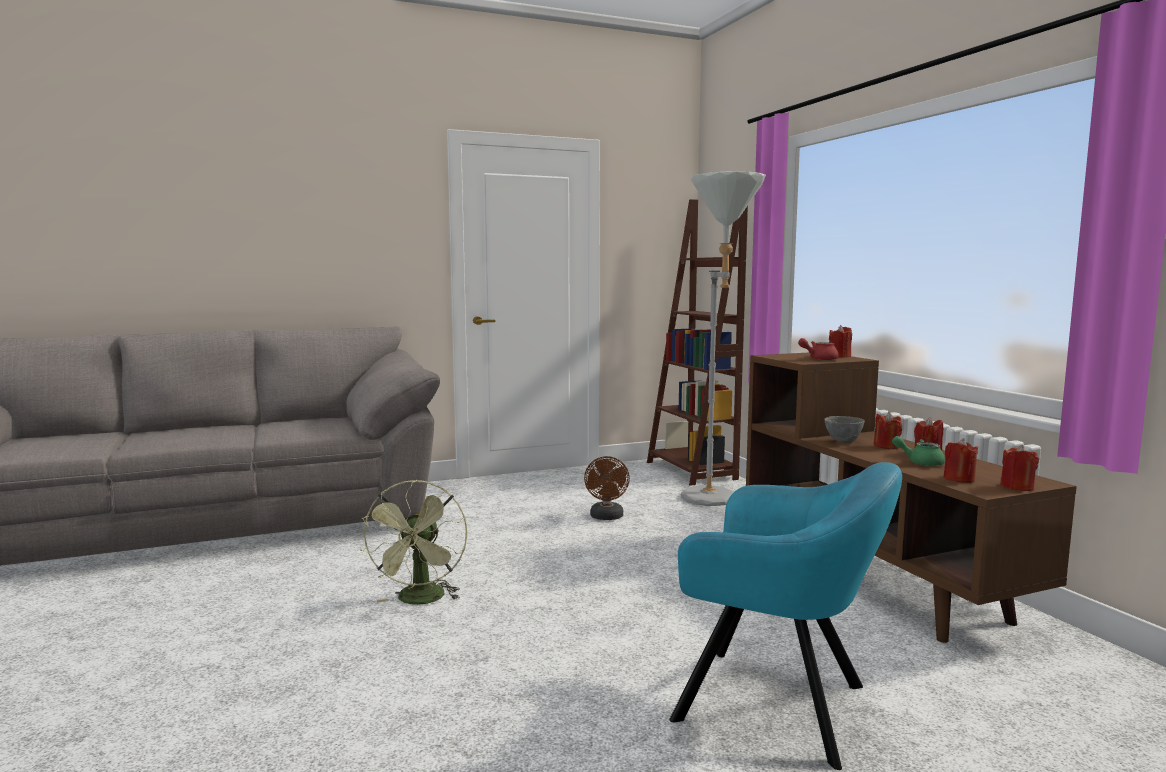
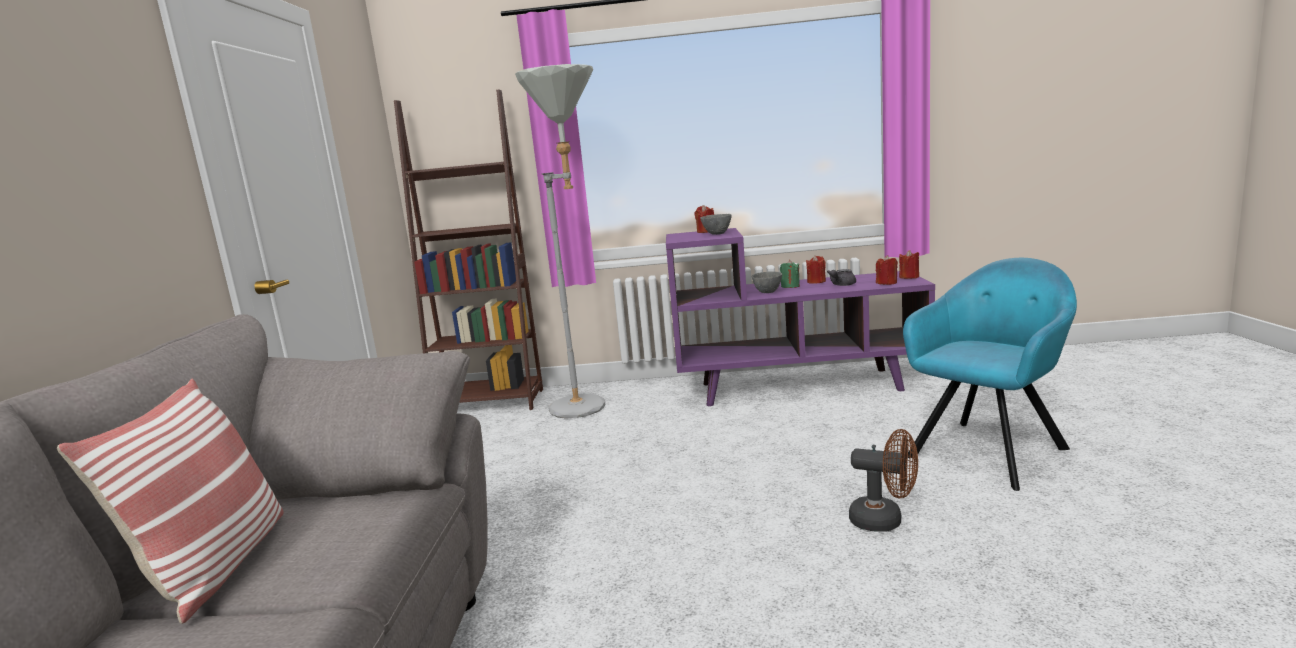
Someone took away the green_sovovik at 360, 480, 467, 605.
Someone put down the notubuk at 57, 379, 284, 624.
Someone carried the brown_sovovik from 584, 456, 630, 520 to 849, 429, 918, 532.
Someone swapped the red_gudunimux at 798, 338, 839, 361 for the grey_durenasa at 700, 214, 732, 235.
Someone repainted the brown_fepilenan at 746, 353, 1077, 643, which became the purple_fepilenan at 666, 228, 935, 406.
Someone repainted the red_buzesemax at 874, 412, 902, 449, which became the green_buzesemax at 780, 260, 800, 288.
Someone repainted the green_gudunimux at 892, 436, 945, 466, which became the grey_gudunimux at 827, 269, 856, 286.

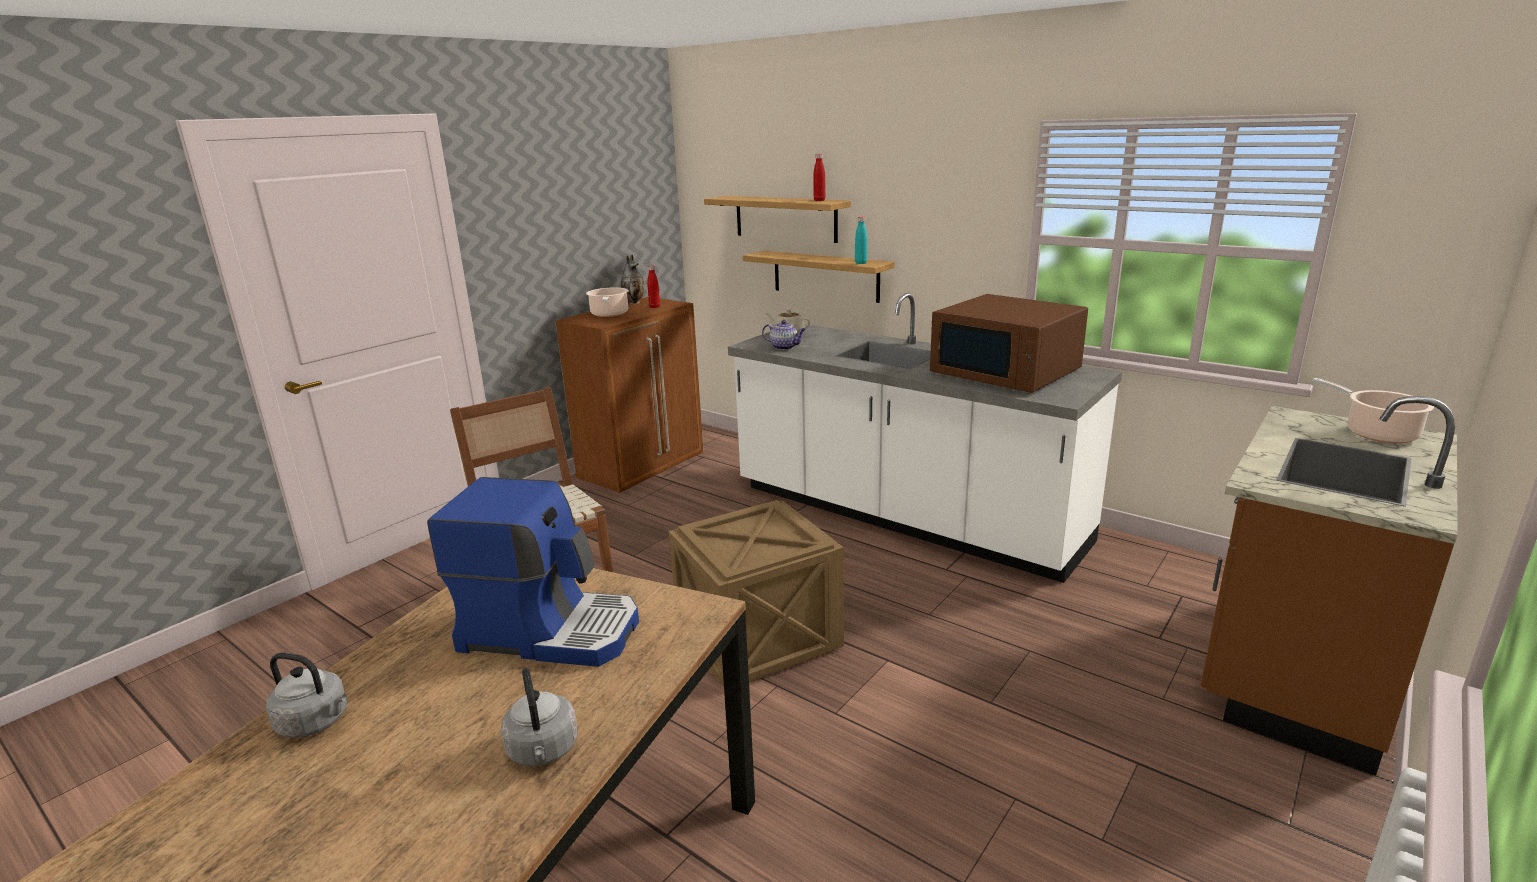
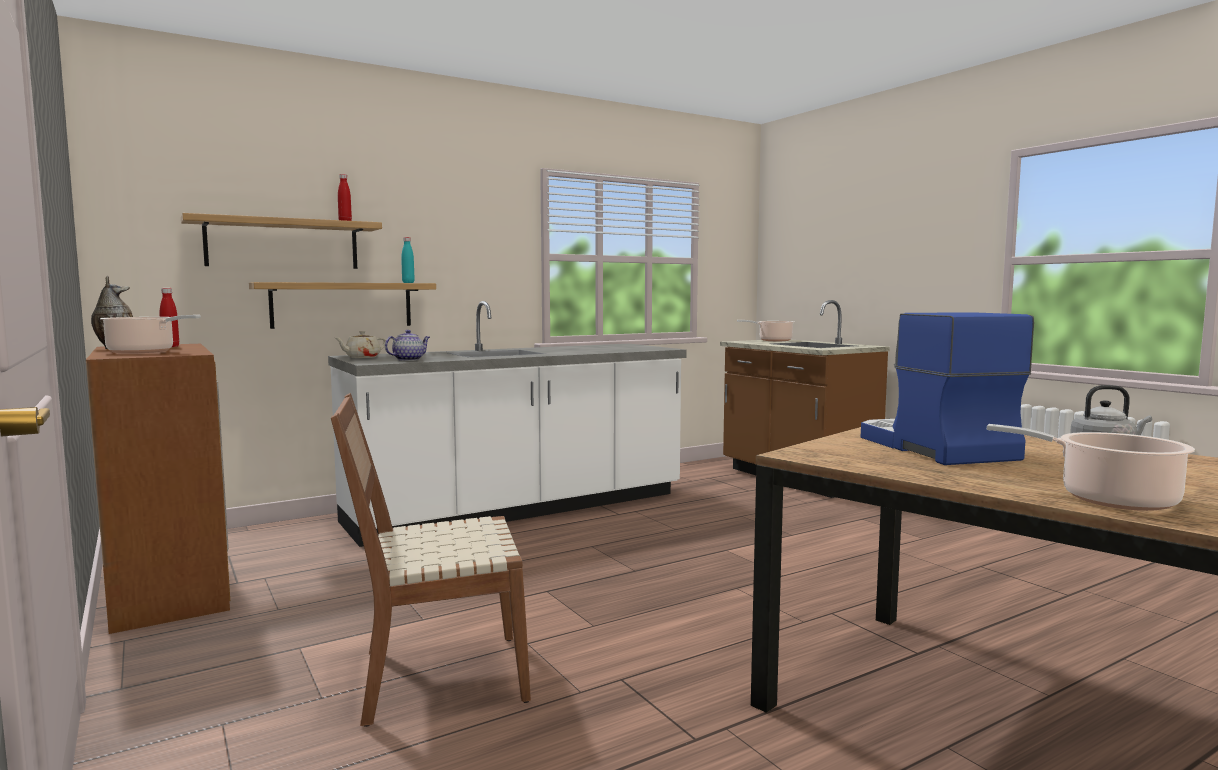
Someone took away the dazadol at 669, 500, 844, 687.
Someone took away the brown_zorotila at 930, 294, 1088, 393.
Someone swapped the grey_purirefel at 266, 653, 347, 738 for the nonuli at 987, 424, 1195, 511.
Someone rotated the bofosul at 427, 477, 639, 667 by 45 degrees counterclockwise.

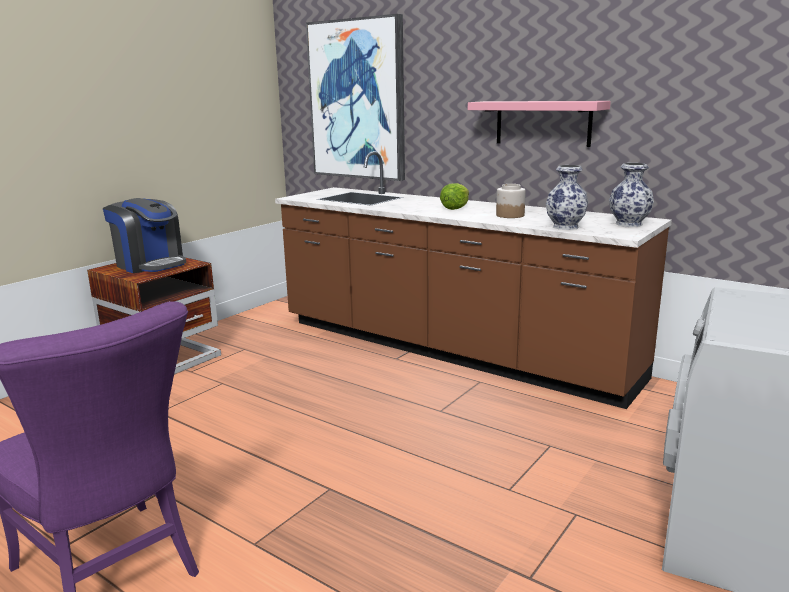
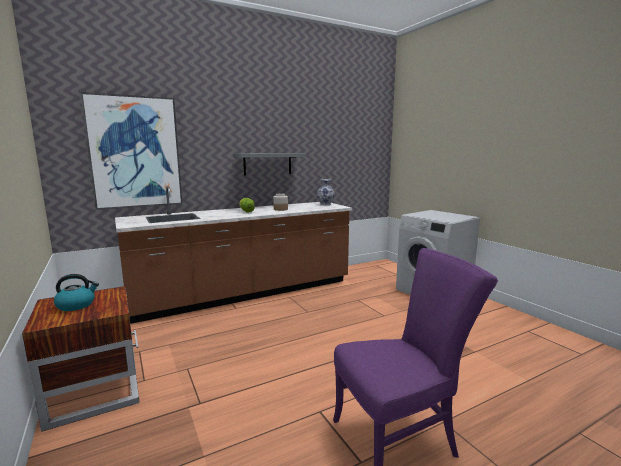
Someone took away the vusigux at 546, 165, 588, 230.
Someone swapped the bofosul at 103, 198, 186, 273 for the purirefel at 54, 274, 99, 311.
Someone repainted the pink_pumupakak at 468, 101, 611, 147, which became the grey_pumupakak at 235, 153, 306, 176.

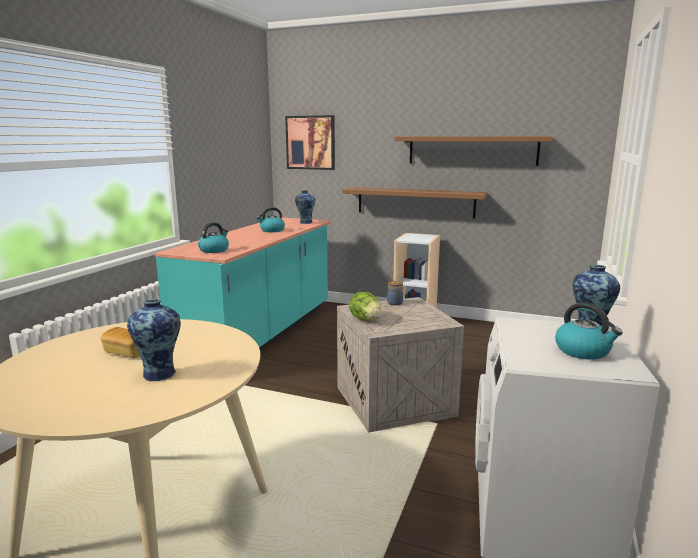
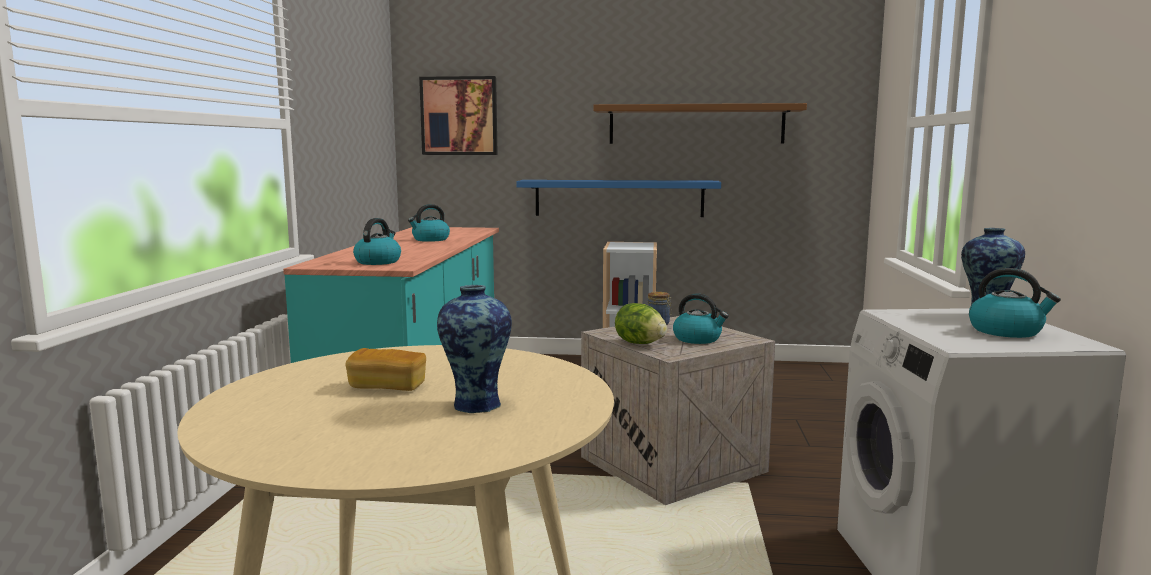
Someone took away the vusigux at 295, 190, 315, 224.
Someone put down the purirefel at 673, 293, 729, 344.
Someone repainted the brown_pumupakak at 342, 187, 487, 219, which became the blue_pumupakak at 517, 180, 721, 217.

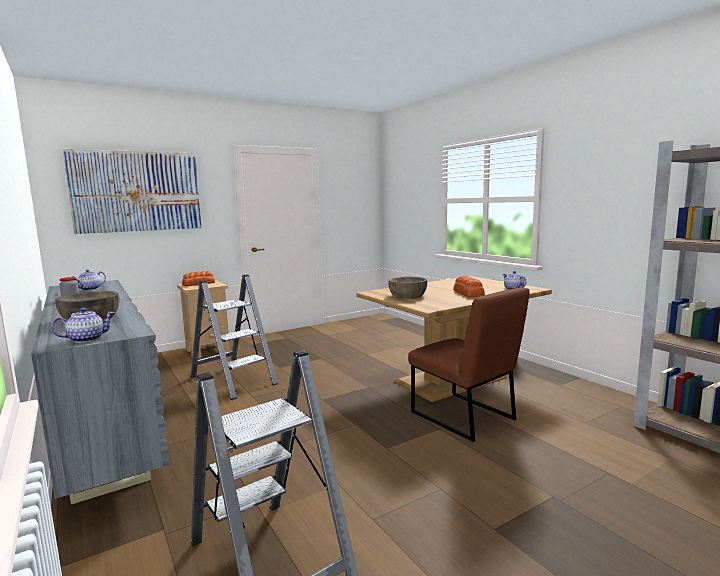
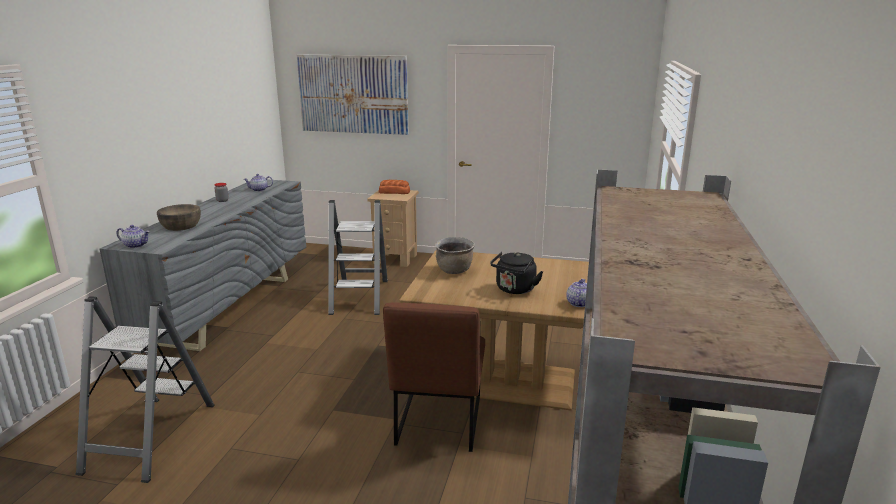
Someone swapped the brown_durenasa at 388, 277, 427, 299 for the brown_nonuli at 435, 237, 475, 274.
Someone swapped the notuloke at 453, 276, 485, 297 for the black_purirefel at 490, 252, 543, 294.

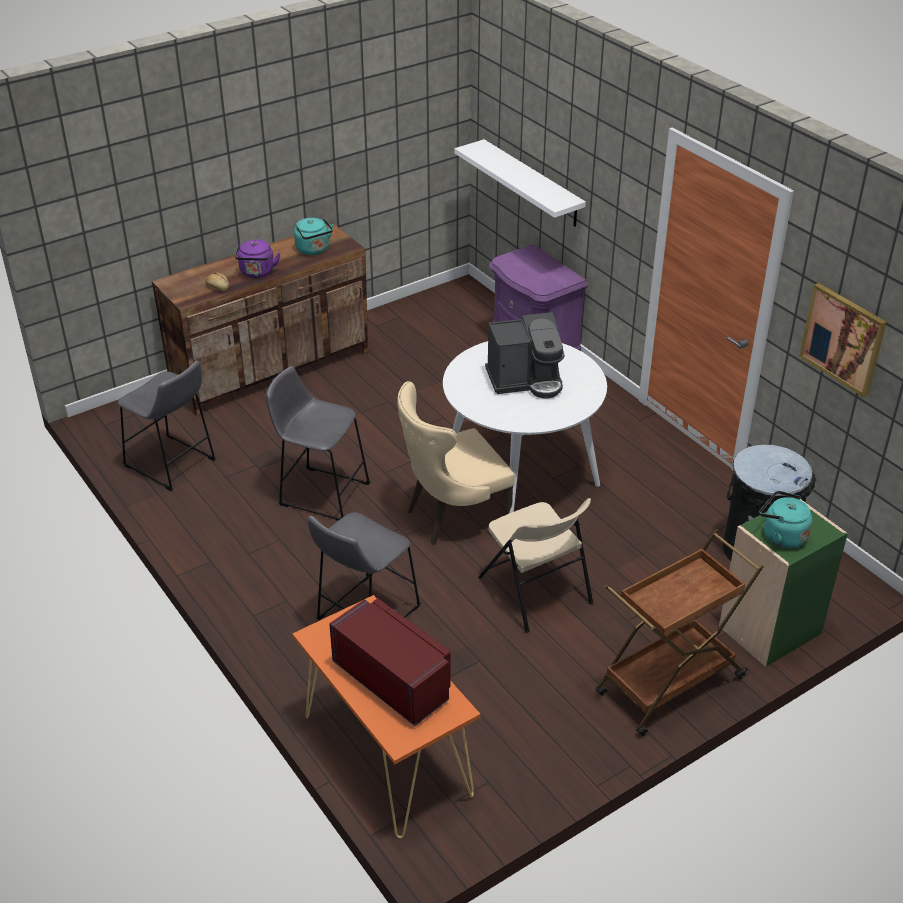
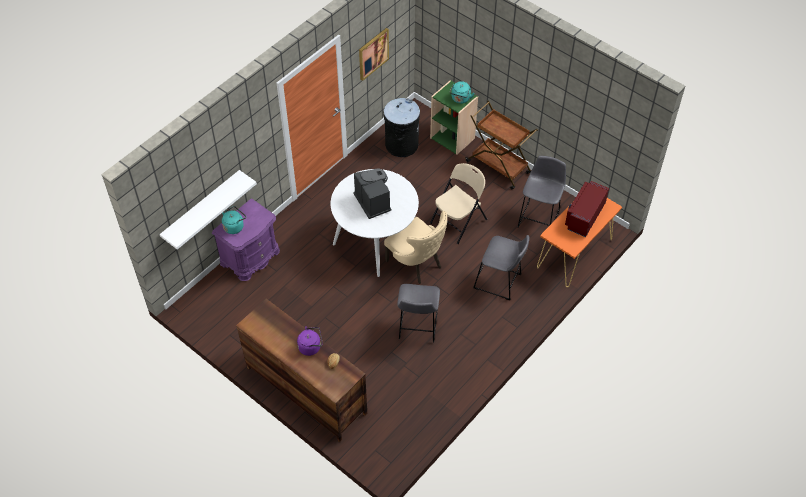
Someone carried the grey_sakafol from 118, 361, 216, 491 to 518, 156, 566, 228.
Someone carried the turquoise_purirefel from 294, 218, 333, 255 to 222, 206, 246, 234.

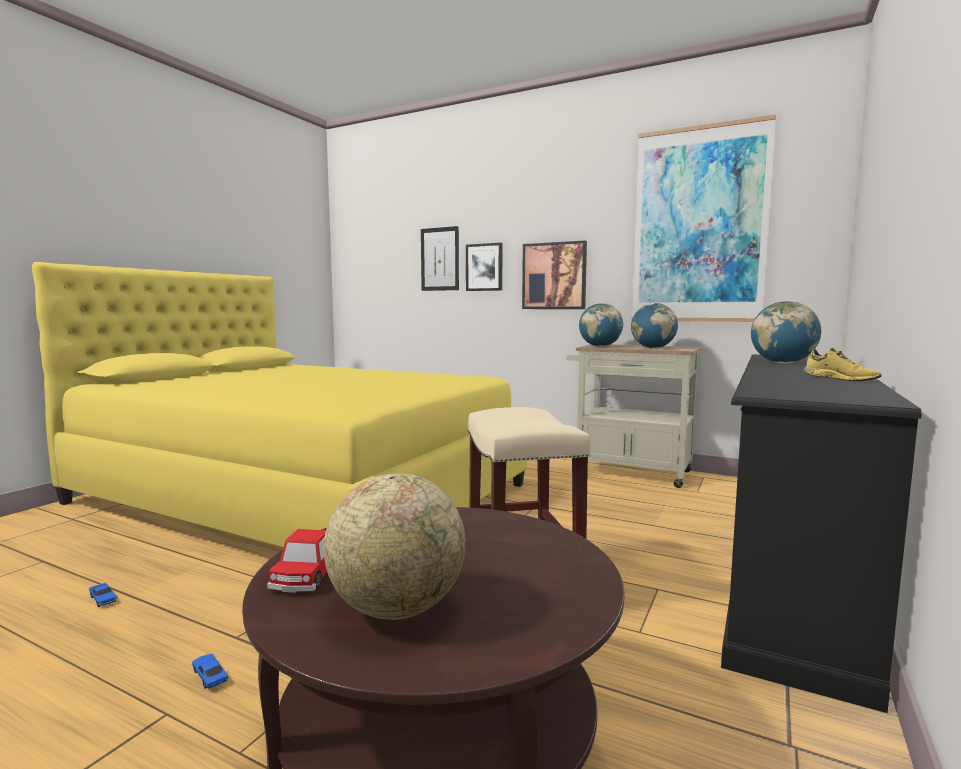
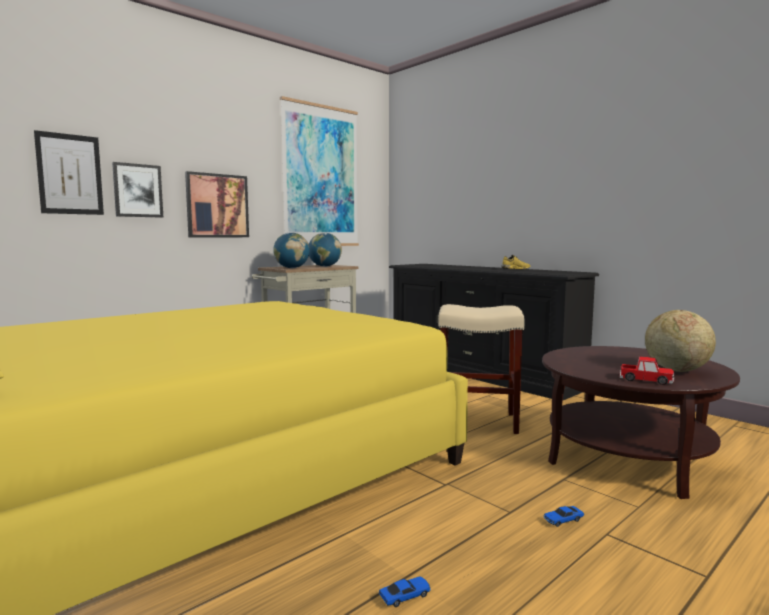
Someone took away the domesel at 751, 301, 821, 363.

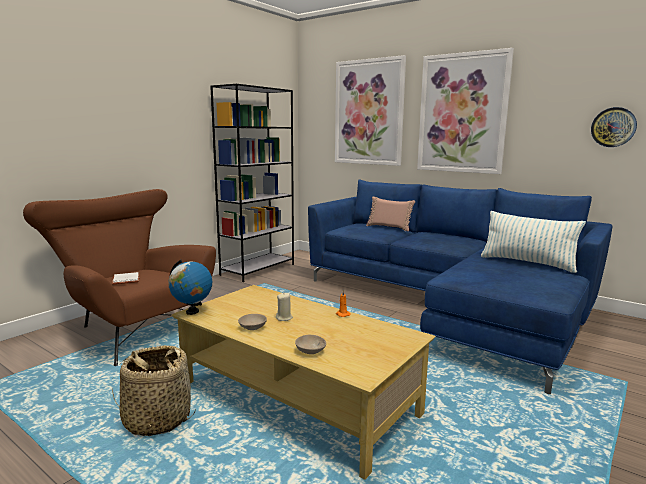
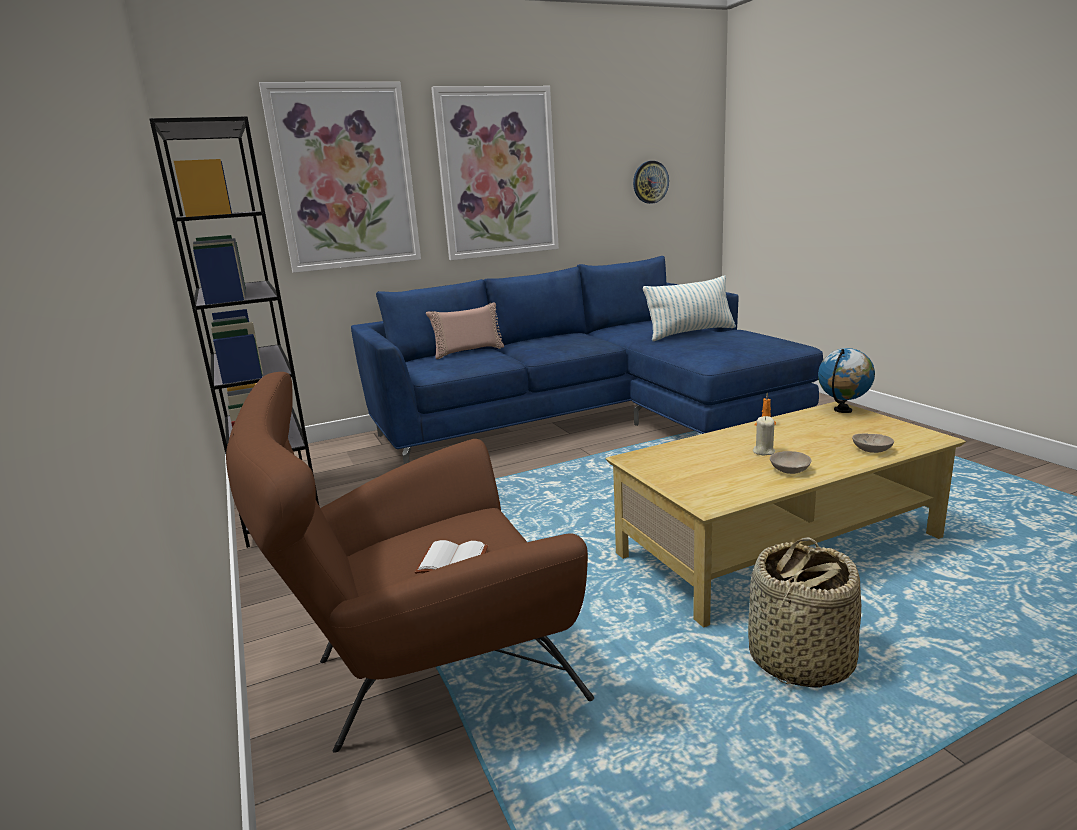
Someone carried the domesel from 168, 260, 212, 315 to 818, 348, 875, 413.

